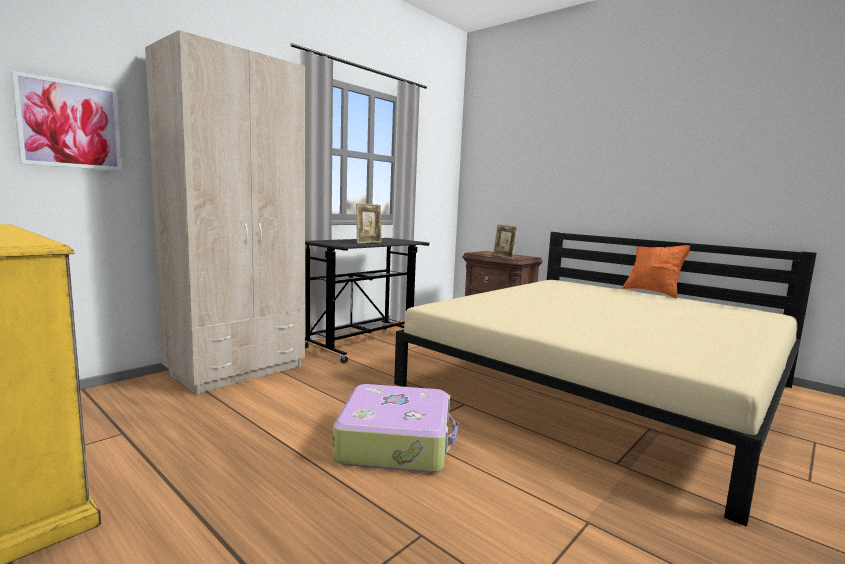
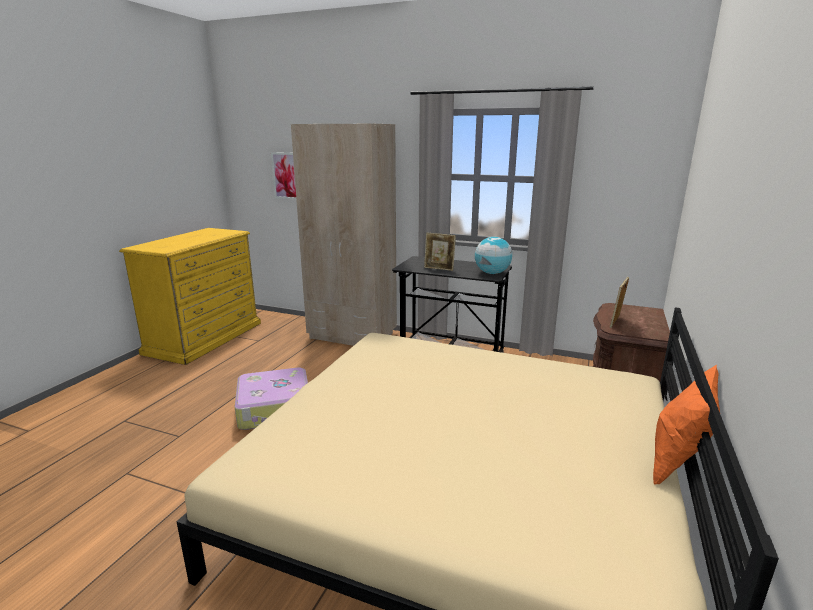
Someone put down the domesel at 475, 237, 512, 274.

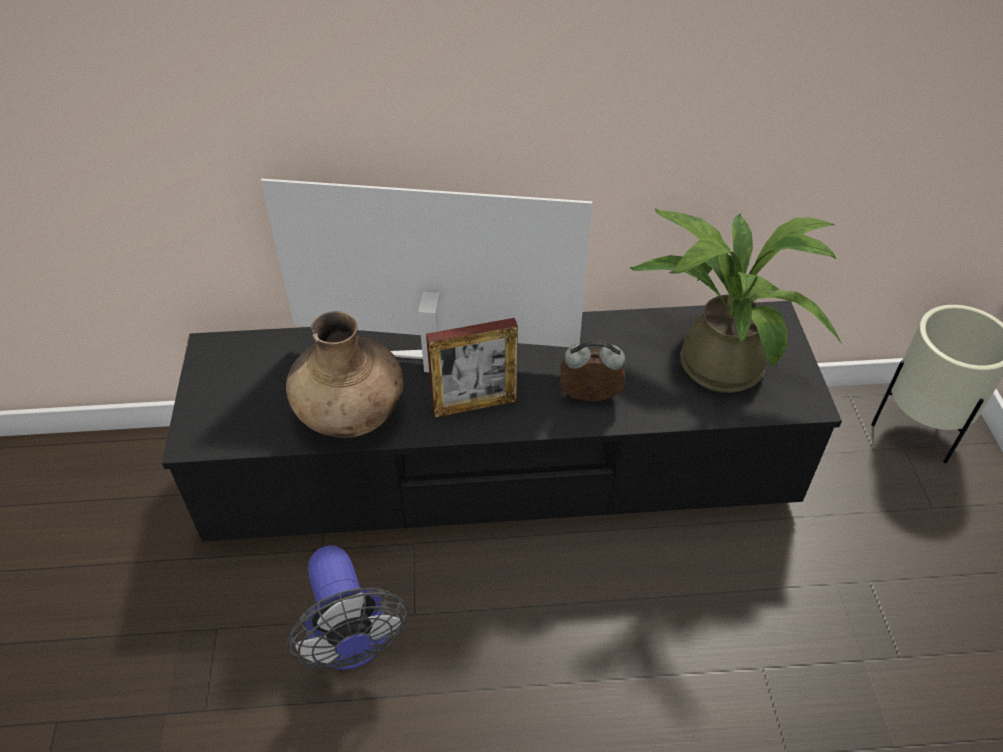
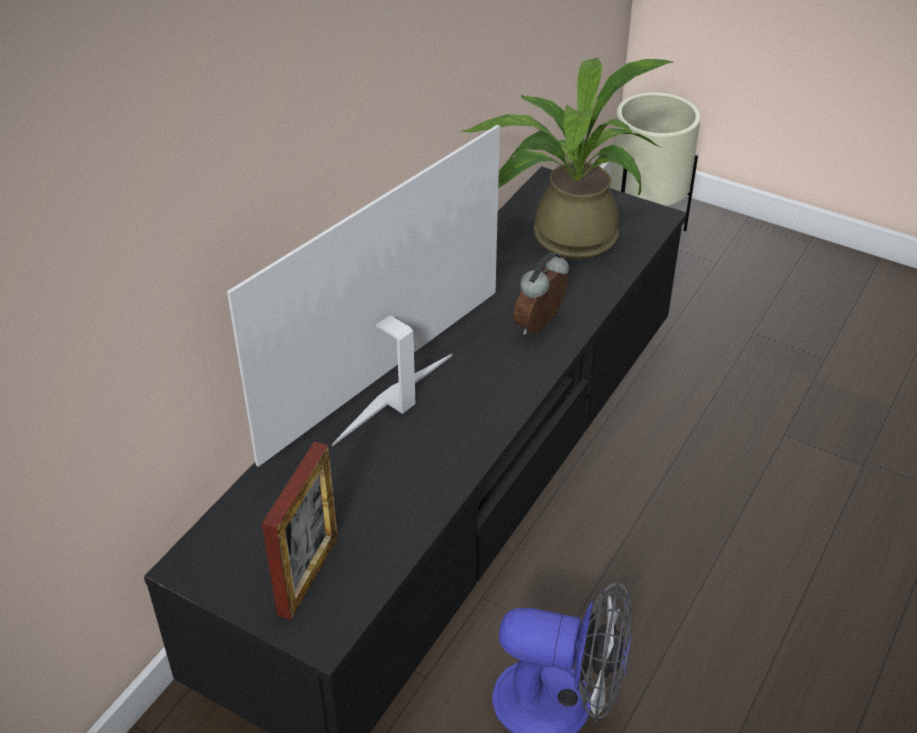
Someone took away the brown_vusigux at 286, 311, 403, 438.
Someone carried the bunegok from 426, 318, 518, 418 to 262, 441, 338, 620.

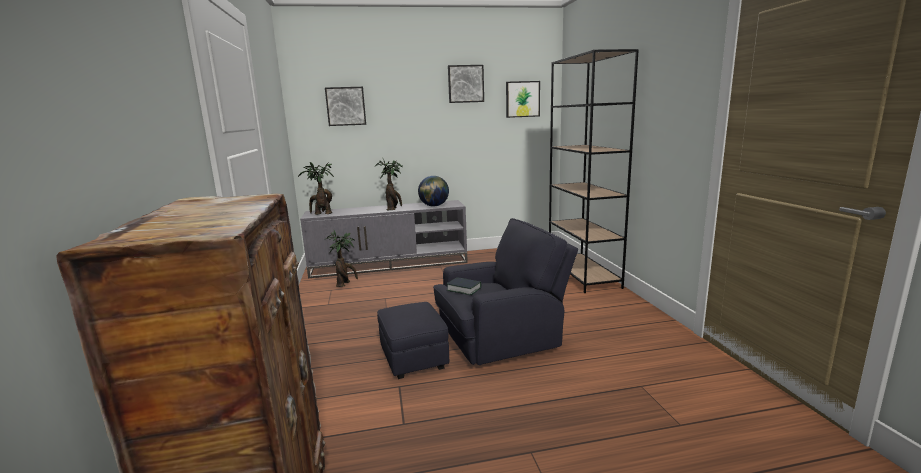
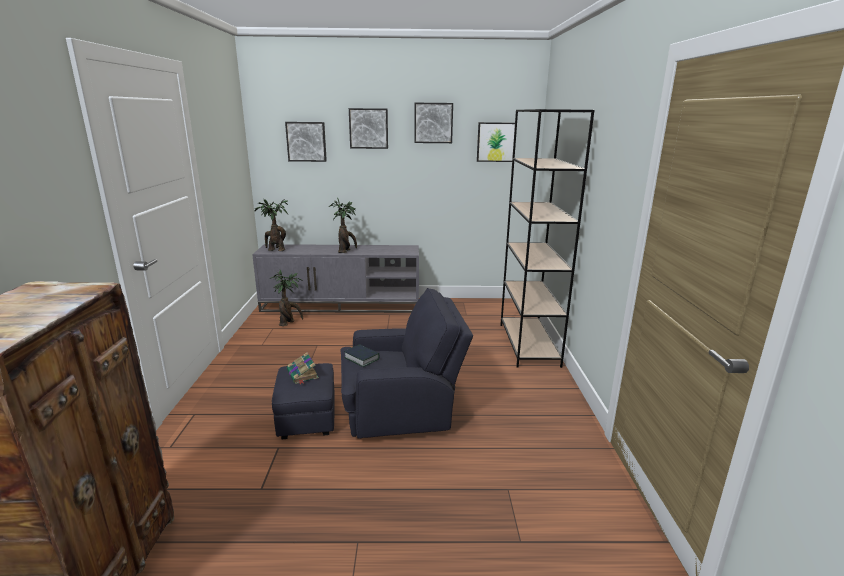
Someone took away the domesel at 418, 176, 449, 207.
Someone put down the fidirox at 287, 352, 319, 384.
Someone put up the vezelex at 349, 108, 388, 149.

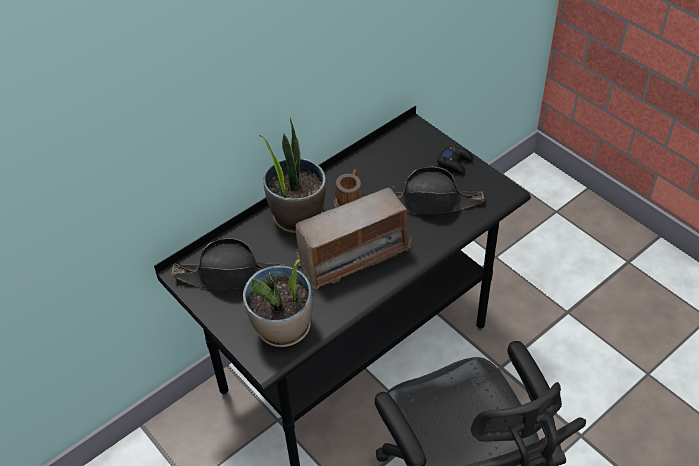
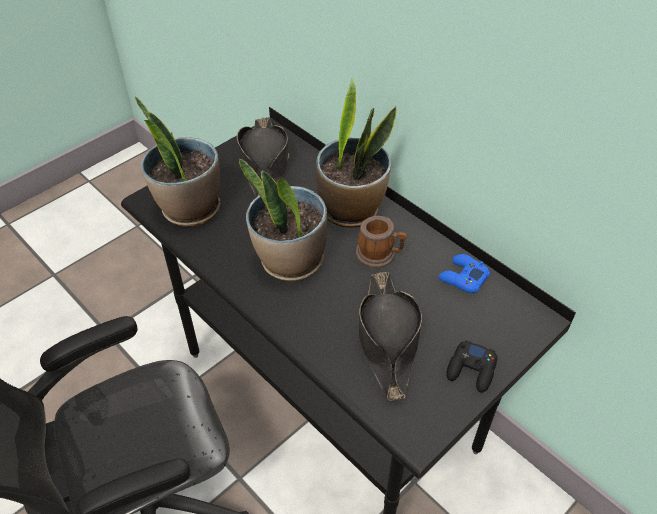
Someone put down the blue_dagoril at 438, 254, 490, 293.
Someone swapped the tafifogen at 295, 186, 412, 289 for the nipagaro at 239, 158, 327, 281.

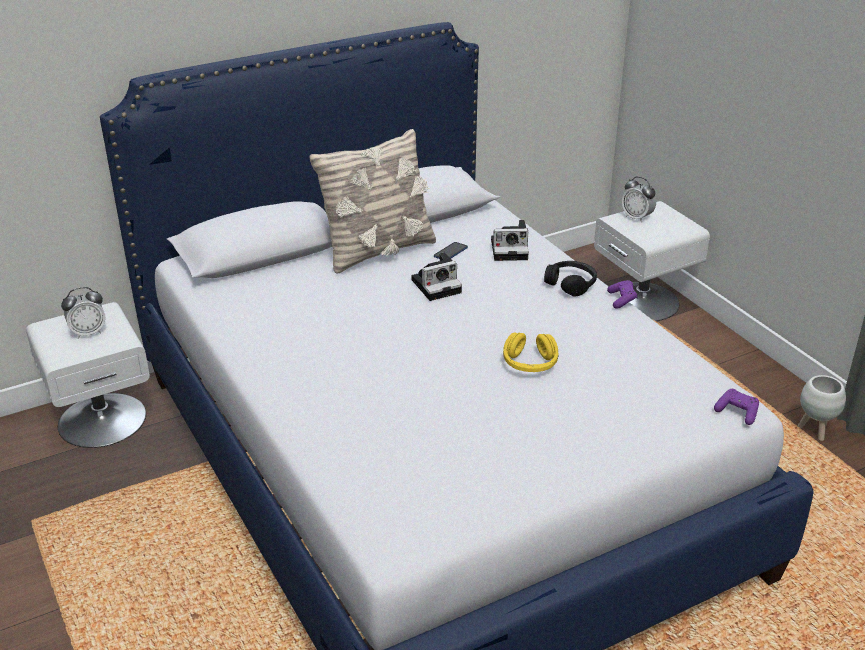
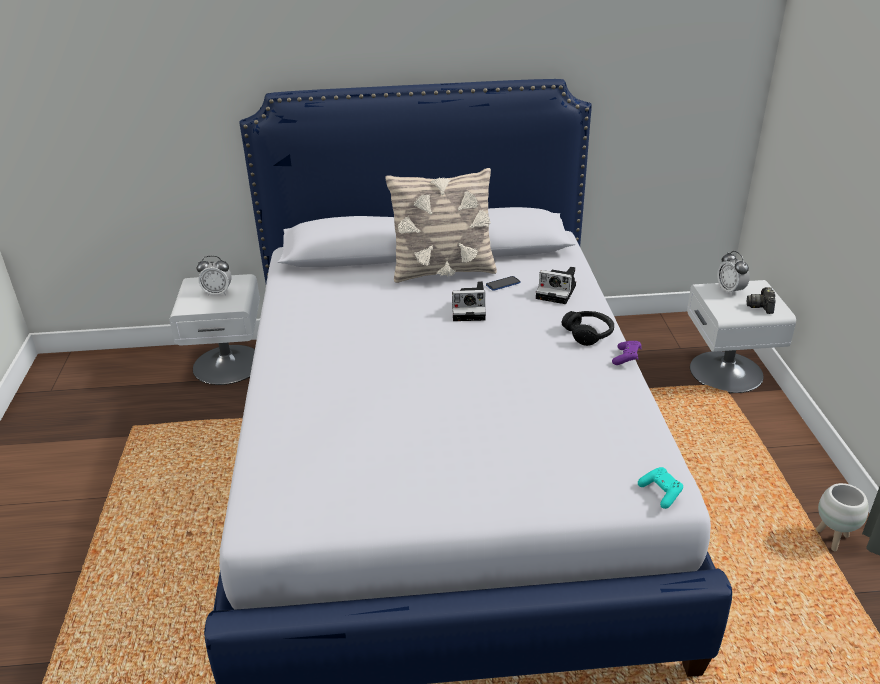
Someone took away the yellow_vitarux at 503, 333, 558, 372.
Someone put down the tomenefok at 747, 287, 775, 314.
Someone repainted the purple_dagoril at 714, 389, 759, 425, which became the turquoise_dagoril at 638, 467, 683, 509.

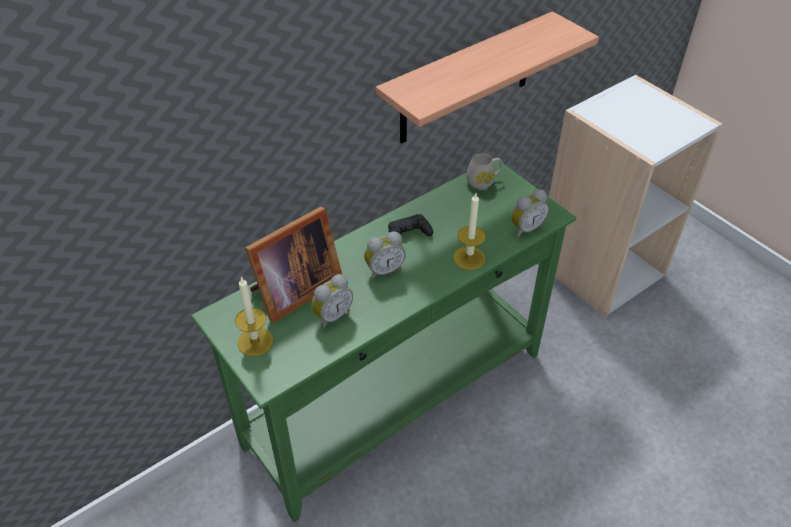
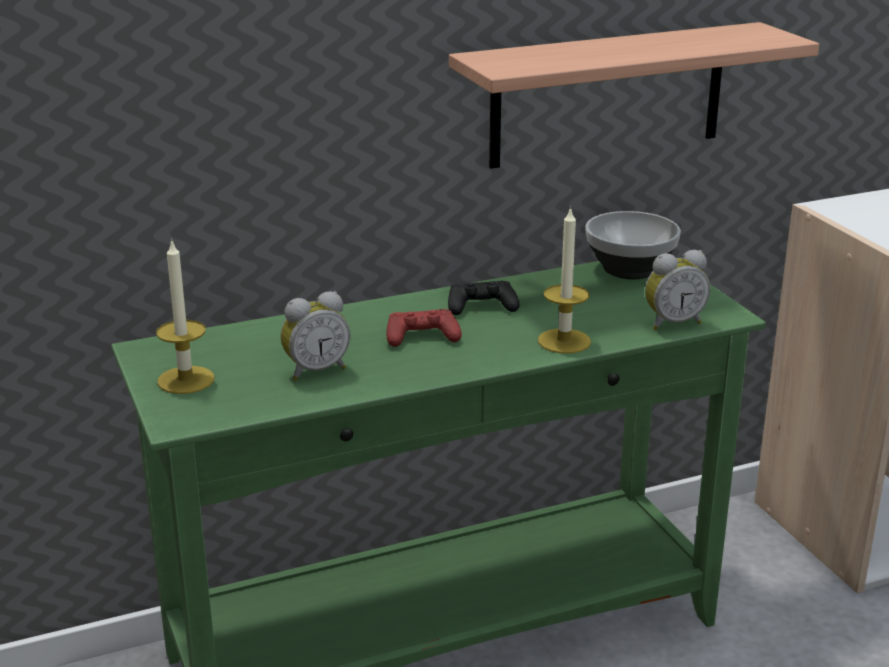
Someone took away the bunegok at 245, 206, 342, 323.
Someone swapped the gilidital at 364, 231, 406, 280 for the red_dagoril at 386, 309, 462, 347.
Someone swapped the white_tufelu at 466, 153, 502, 189 for the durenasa at 586, 211, 681, 280.

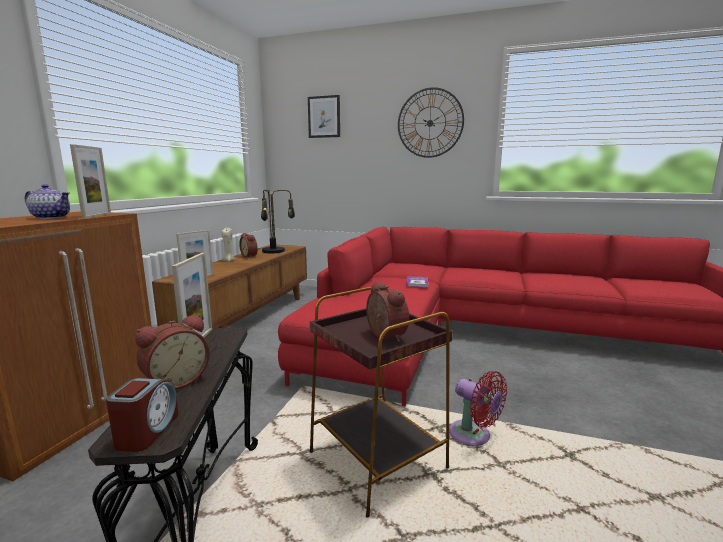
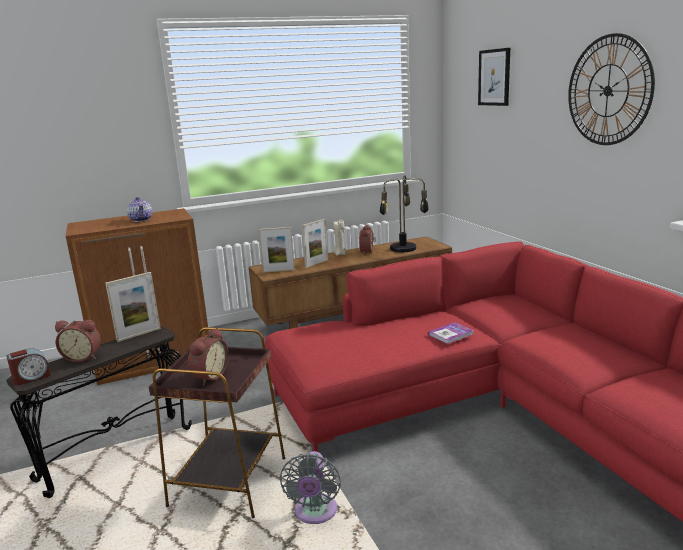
Someone carried the bunegok from 70, 144, 111, 218 to 302, 219, 328, 268.
Someone repainted the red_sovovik at 449, 371, 507, 446, which became the grey_sovovik at 279, 451, 341, 524.

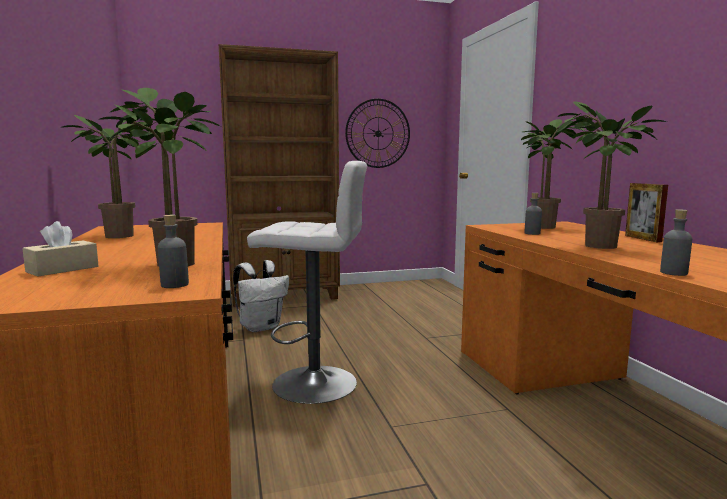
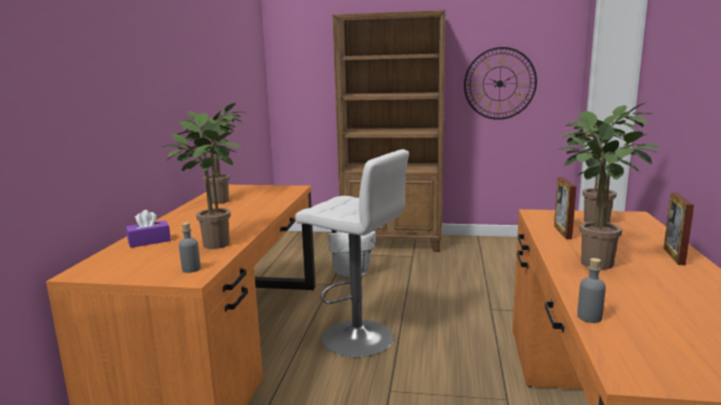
Someone swapped the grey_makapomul at 524, 193, 542, 235 for the bunegok at 554, 177, 577, 239.
Someone repainted the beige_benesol at 22, 221, 99, 276, which became the purple_benesol at 126, 210, 171, 248.

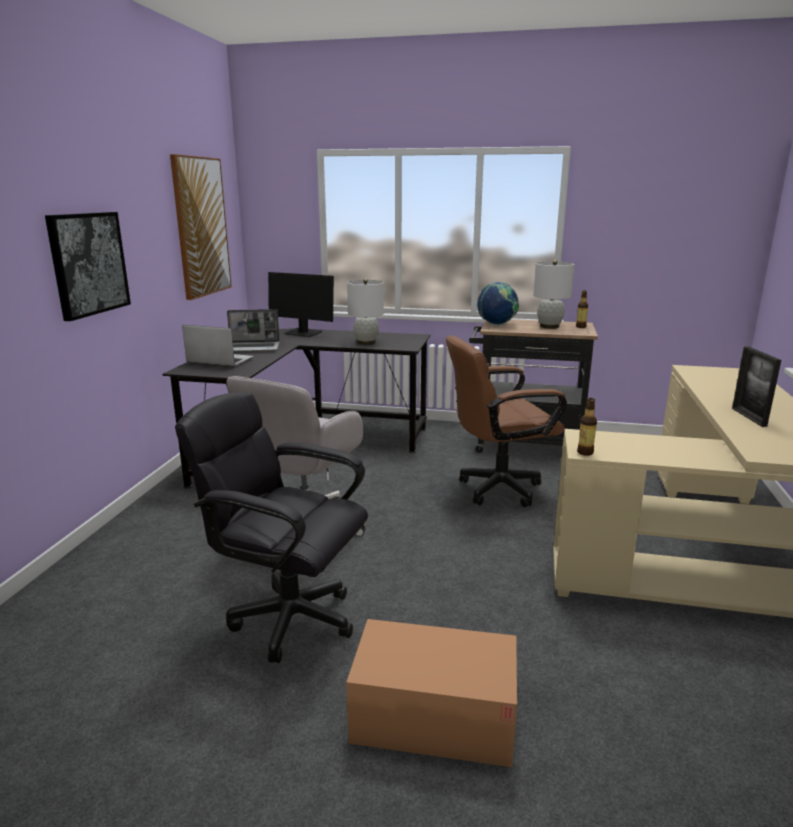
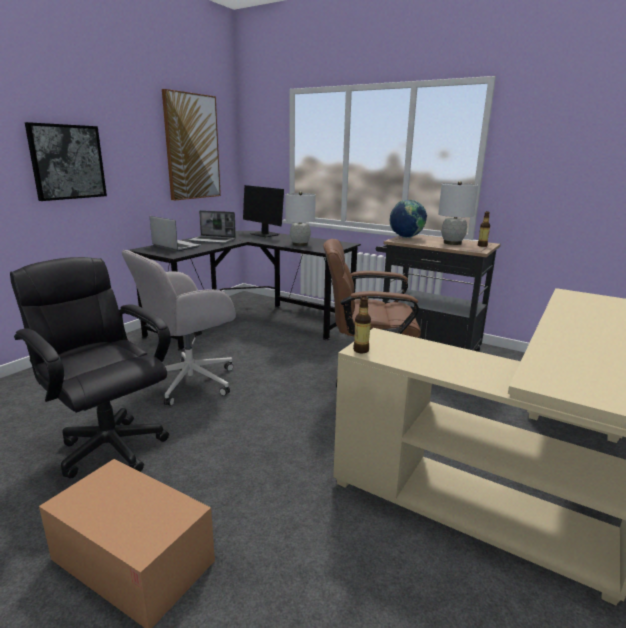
Someone took away the bunegok at 732, 347, 781, 427.

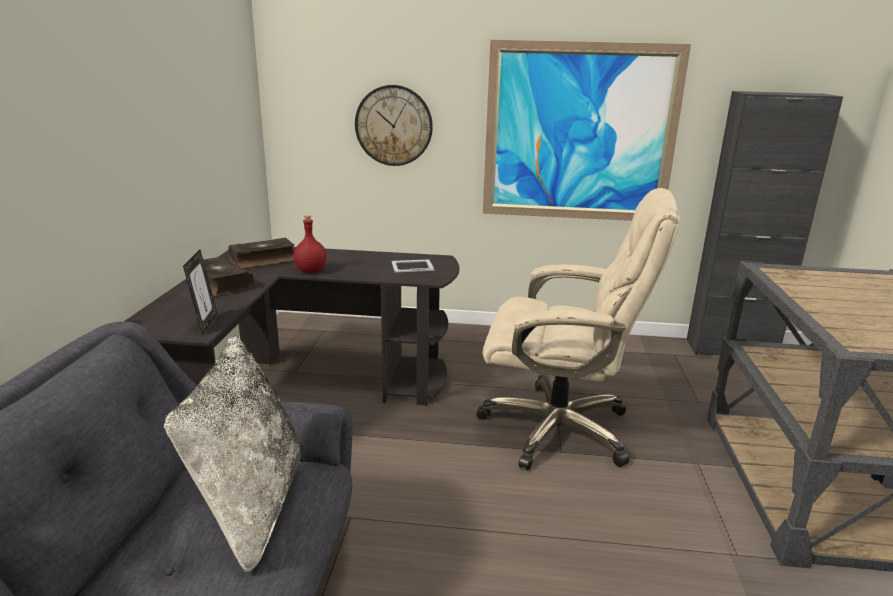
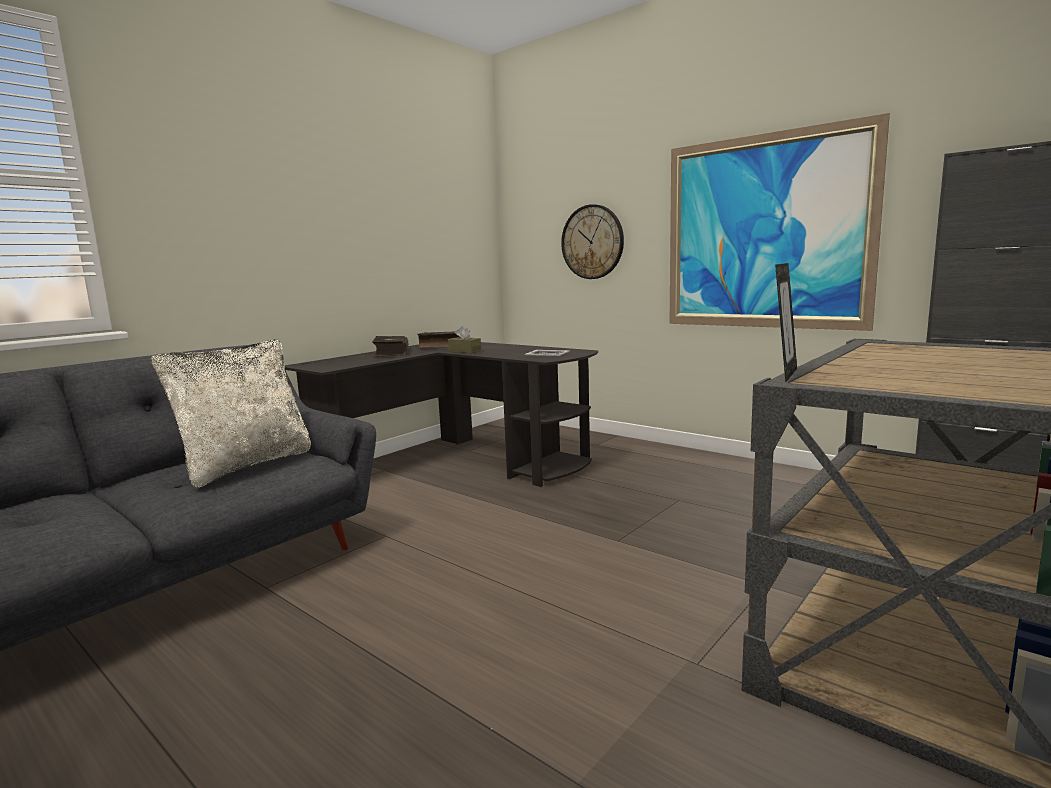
Someone took away the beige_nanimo at 476, 188, 680, 470.
Someone carried the bunegok from 183, 250, 217, 335 to 775, 263, 797, 383.
Someone swapped the red_makapomul at 293, 215, 327, 273 for the brown_benesol at 448, 326, 481, 353.

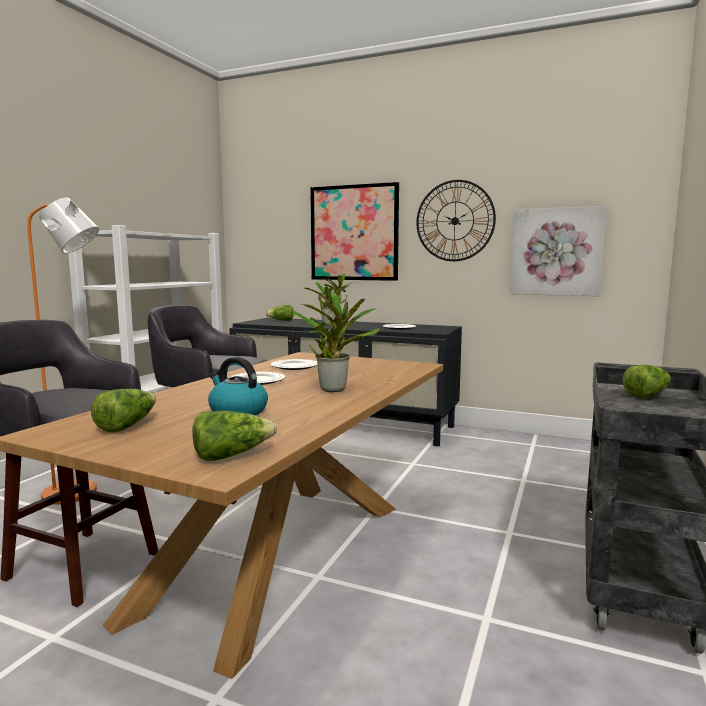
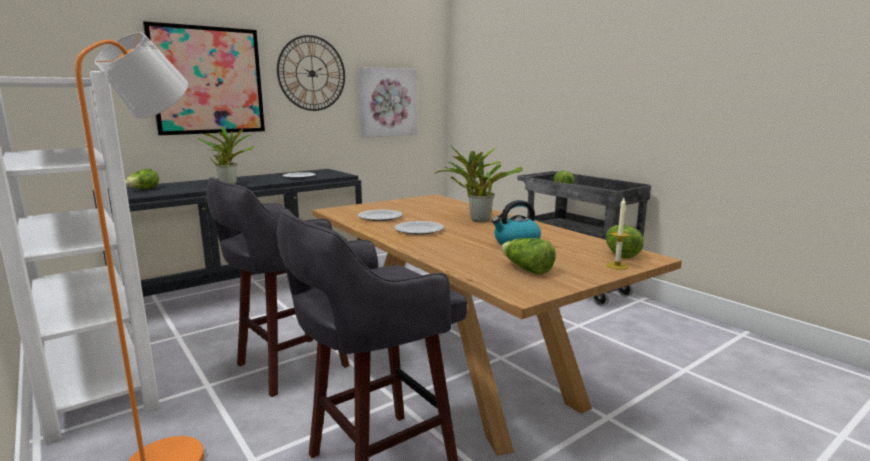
Someone put down the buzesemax at 606, 198, 630, 270.

